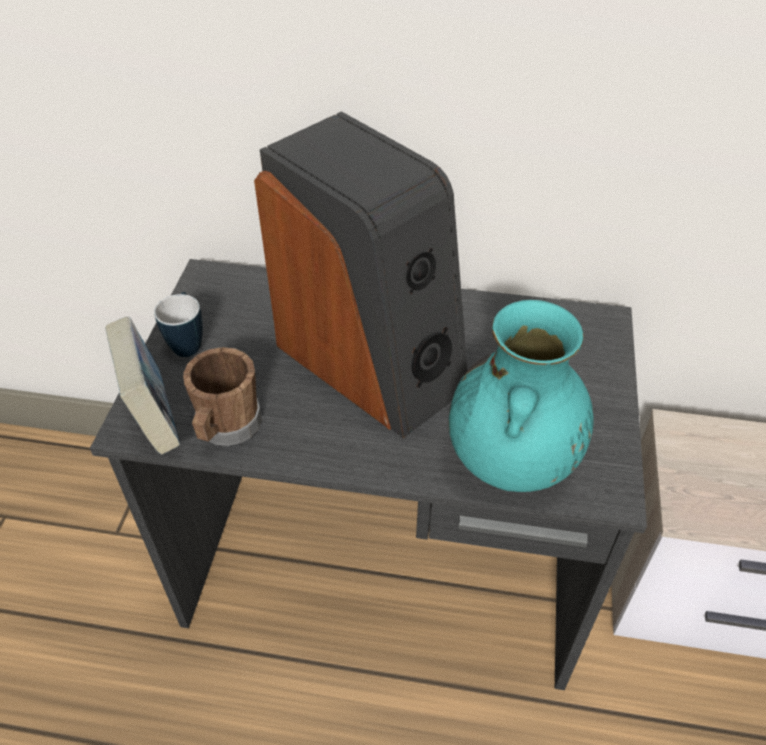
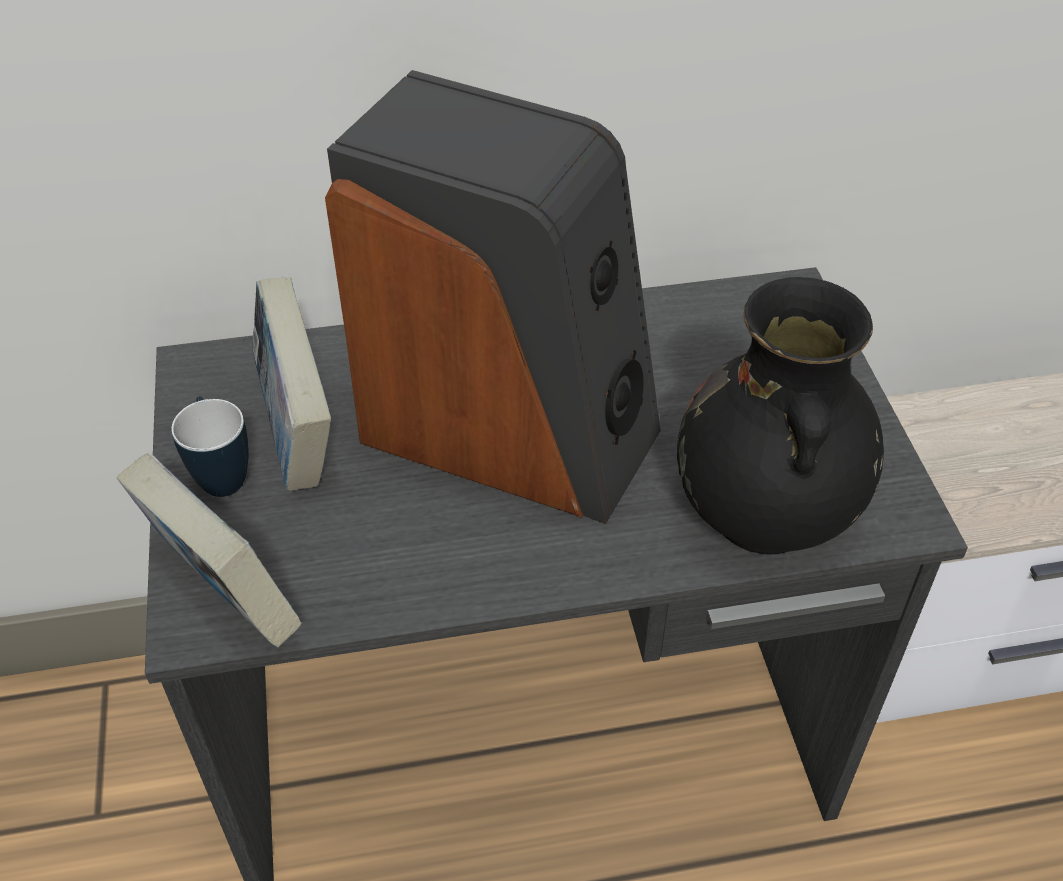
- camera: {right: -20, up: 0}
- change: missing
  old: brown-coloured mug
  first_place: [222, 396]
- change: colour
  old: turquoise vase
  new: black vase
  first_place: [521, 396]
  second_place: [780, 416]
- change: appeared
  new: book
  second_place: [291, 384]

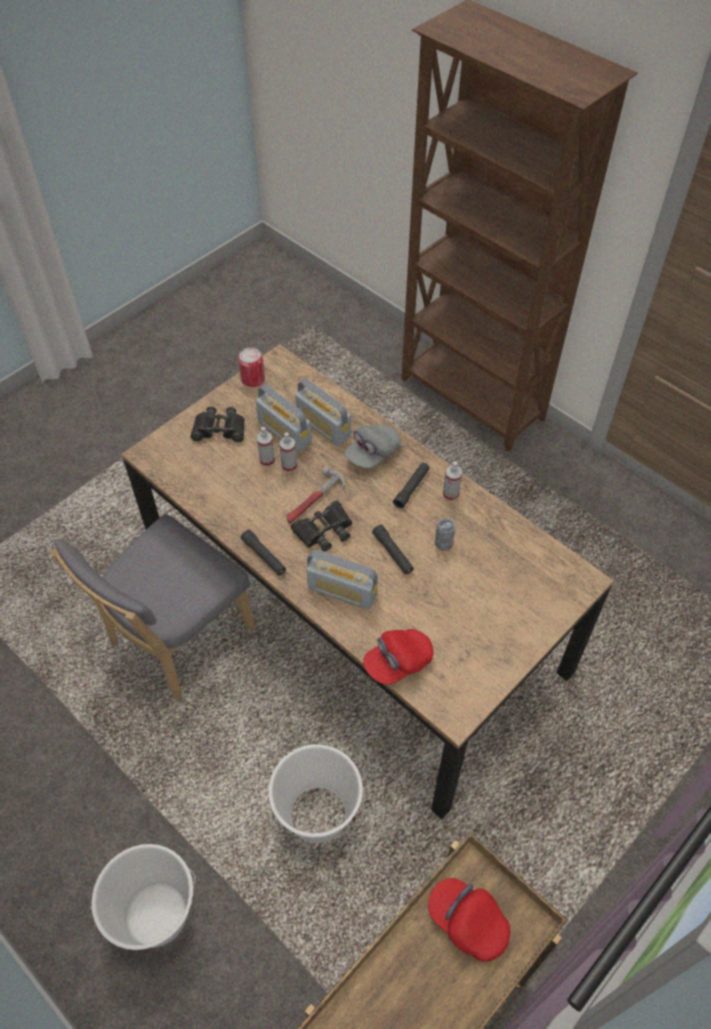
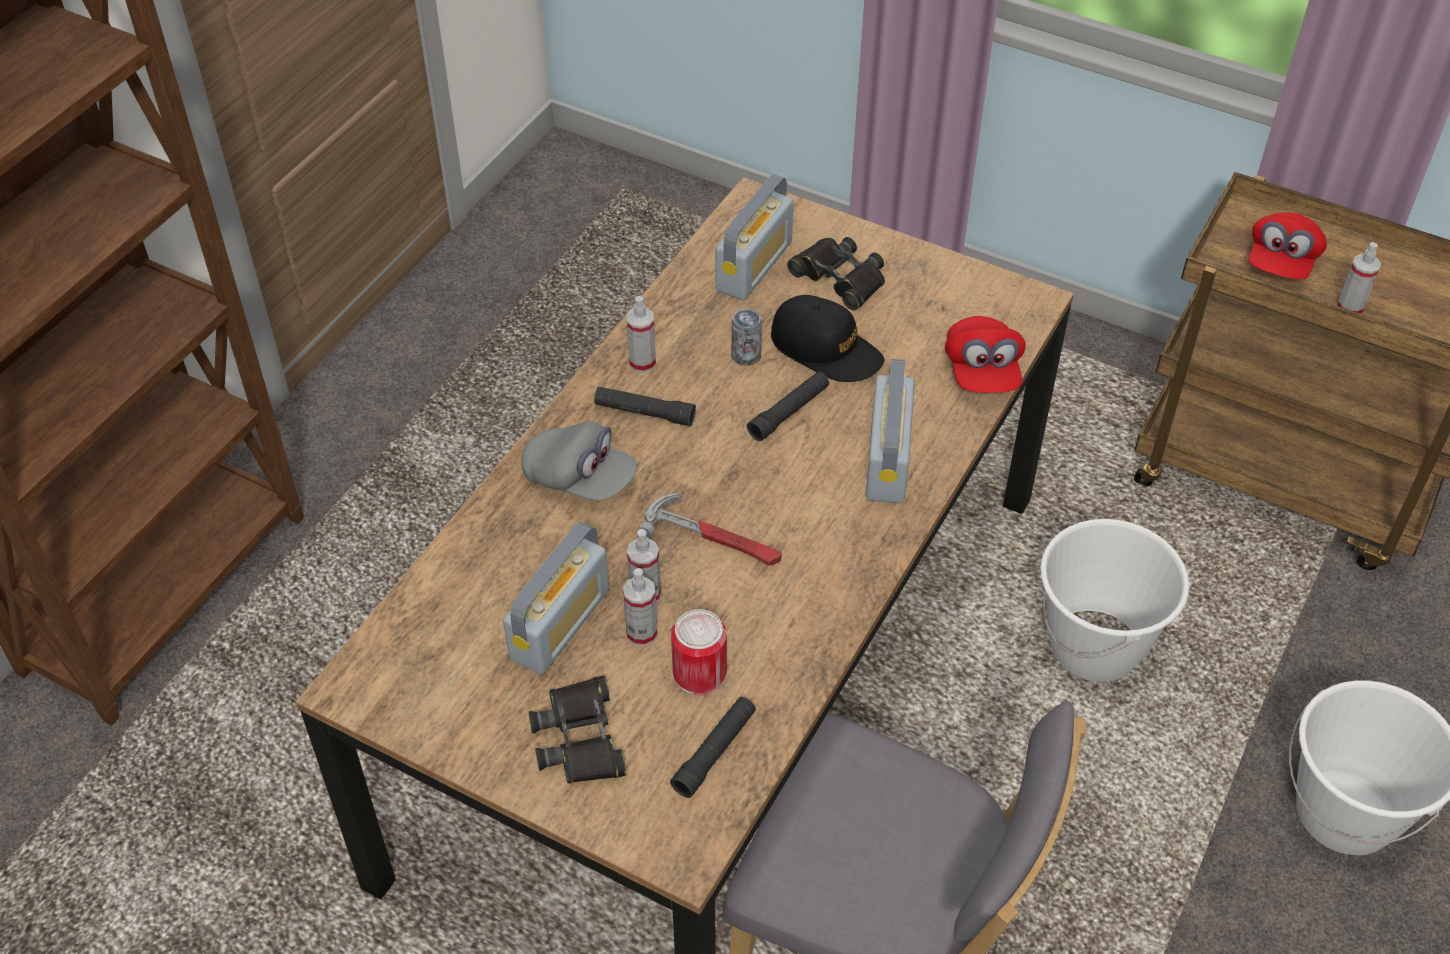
- camera: {right: -105, up: -5}
- change: relocated
  old: sealed can
  first_place: [251, 368]
  second_place: [699, 652]
- change: relocated
  old: black hand torch
  first_place: [263, 553]
  second_place: [713, 747]
- change: relocated
  old: black binoculars
  first_place: [321, 526]
  second_place: [836, 273]
- change: relocated
  old: radio
  first_place: [323, 412]
  second_place: [754, 237]
- change: spun
  old: reddish peaked cap
  first_place: [398, 657]
  second_place: [985, 354]
  degrees: 45
- change: appeared
  new: black peaked cap
  second_place: [827, 338]
- change: appeared
  new: hand sprayer
  second_place: [1359, 278]

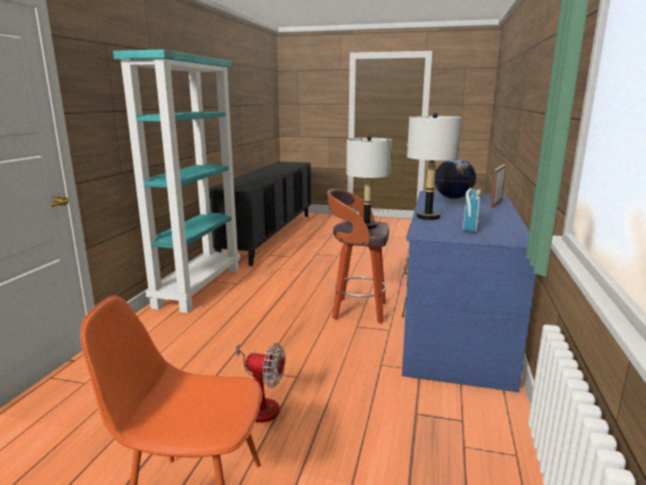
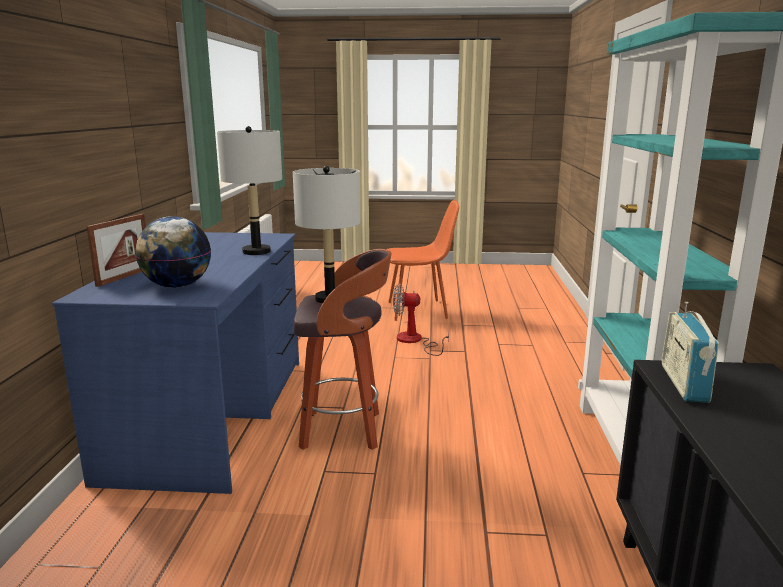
- camera: {right: 170, up: 0}
- change: relocated
  old: radio
  first_place: [472, 210]
  second_place: [690, 352]

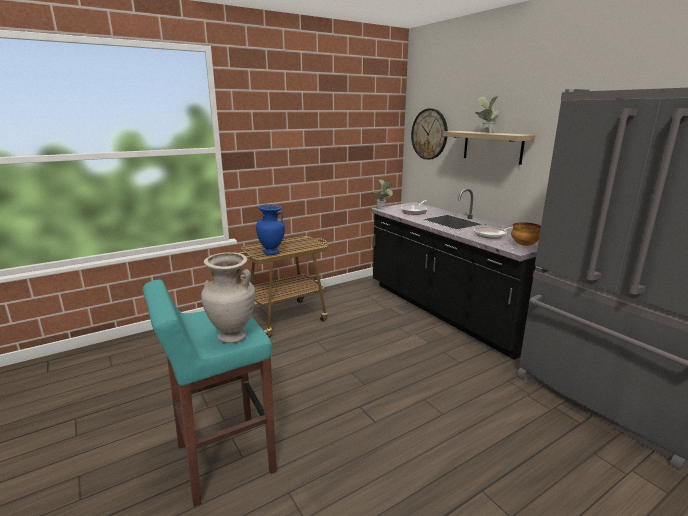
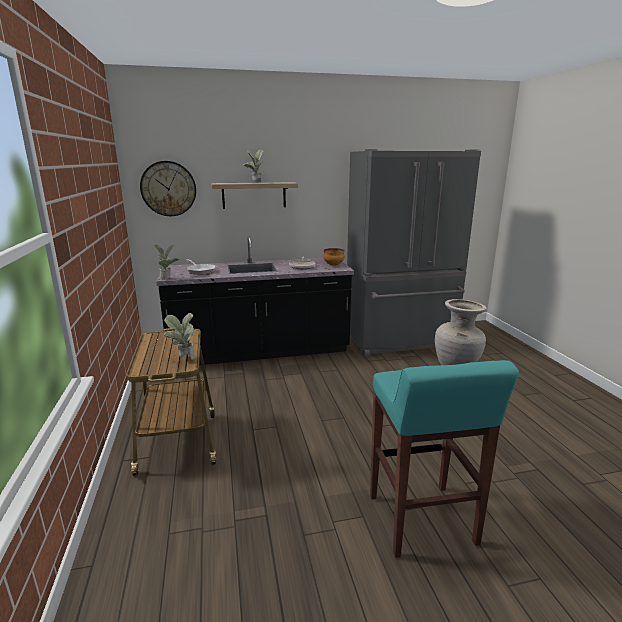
- camera: {right: -70, up: 0}
- change: exchanged
  old: blue vase
  new: houseplant
  first_place: [270, 229]
  second_place: [179, 336]

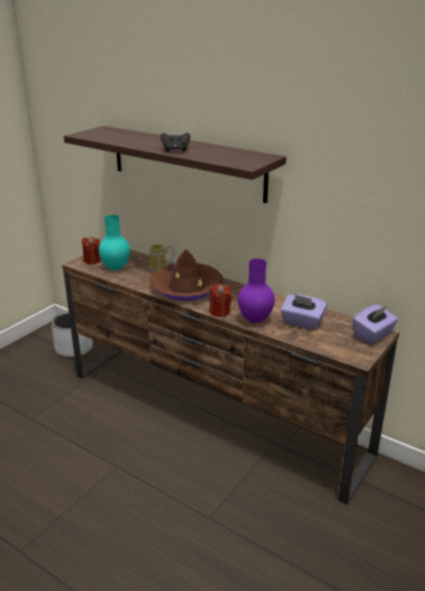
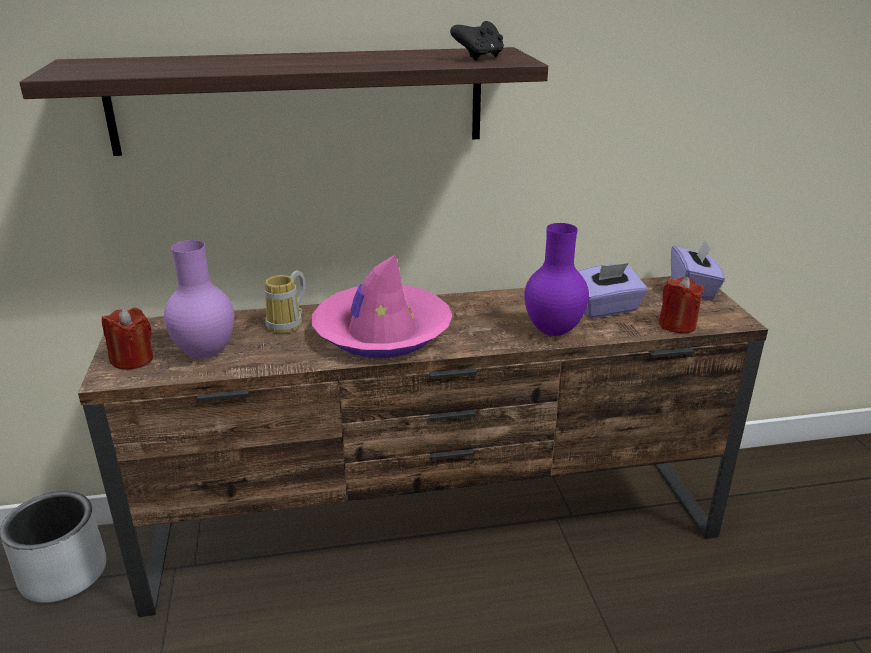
- camera: {right: -45, up: 0}
- change: colour
  old: turquoise vase
  new: purple-coloured vase
  first_place: [114, 242]
  second_place: [199, 299]
- change: colour
  old: brown-coloured wearable hat
  new: pinkish wearable hat
  first_place: [186, 275]
  second_place: [382, 306]
- change: relocated
  old: black gamepad
  first_place: [175, 142]
  second_place: [477, 41]
- change: relocated
  old: reddish wax light
  first_place: [220, 300]
  second_place: [681, 305]

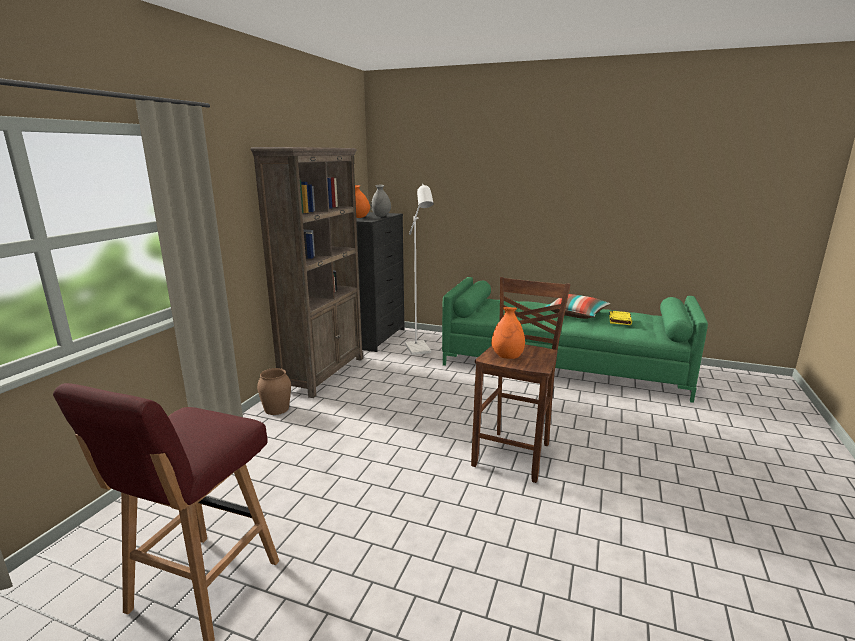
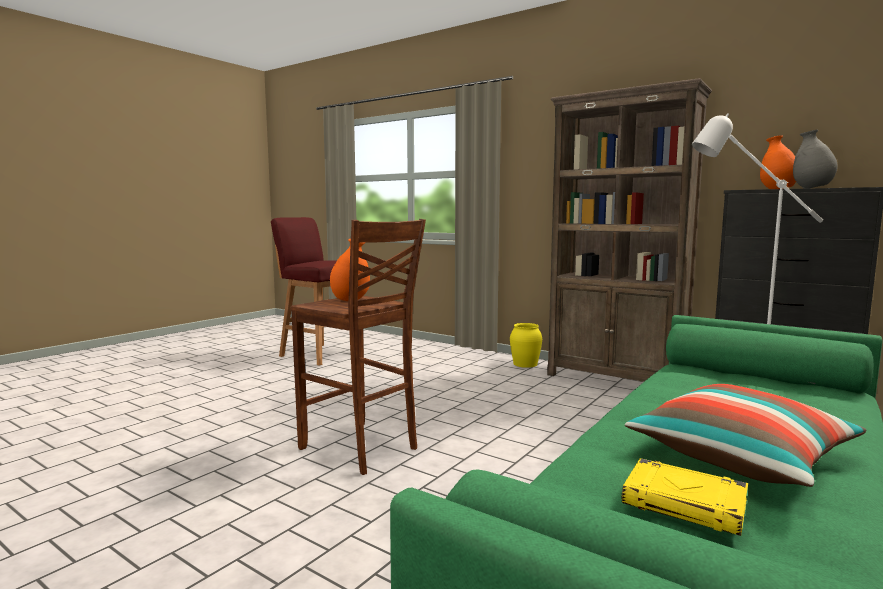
- camera: {right: 105, up: -10}
- change: colour
  old: brown-coloured vase
  new: yellow vase
  first_place: [274, 391]
  second_place: [526, 345]

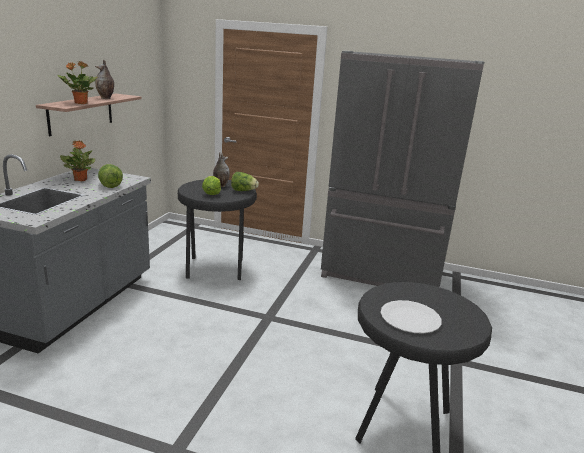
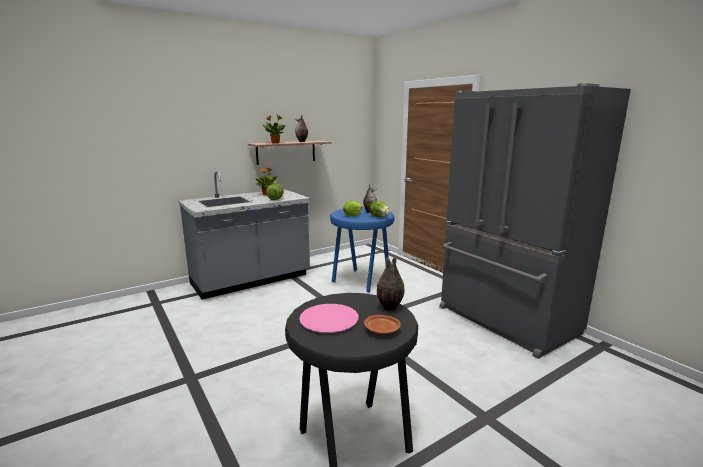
- camera: {right: 40, up: -5}
- change: colour
  old: black sitting stool
  new: blue sitting stool
  first_place: [217, 230]
  second_place: [362, 250]
- change: colour
  old: white flat dish
  new: pinkish flat dish
  first_place: [411, 317]
  second_place: [328, 318]
- change: appeared
  new: brown-coloured flat dish
  second_place: [382, 324]
- change: appeared
  new: vase
  second_place: [390, 283]

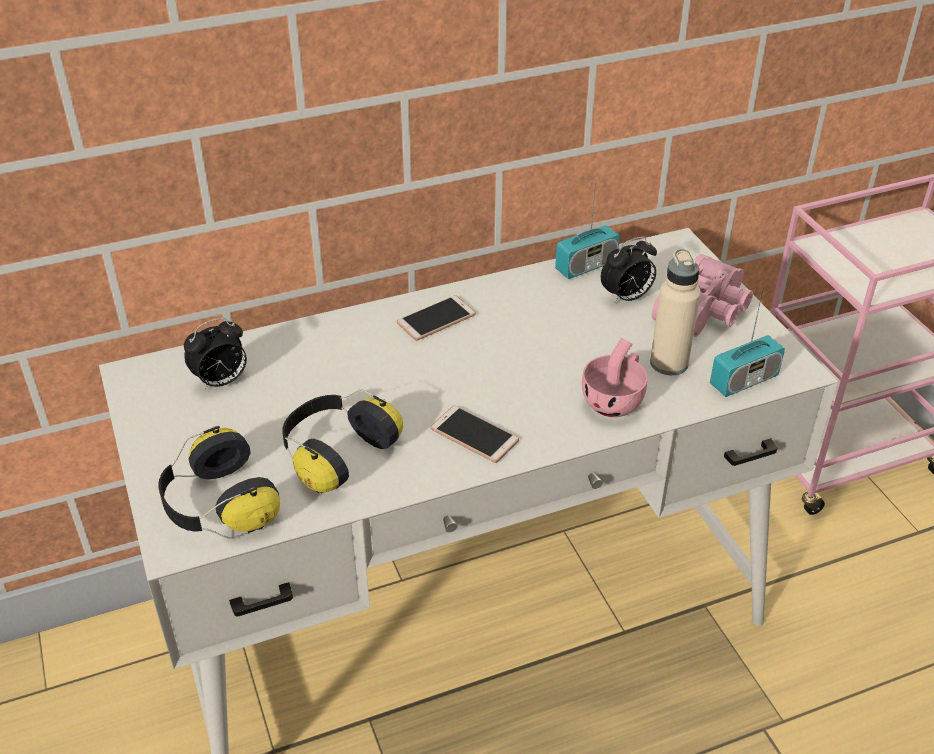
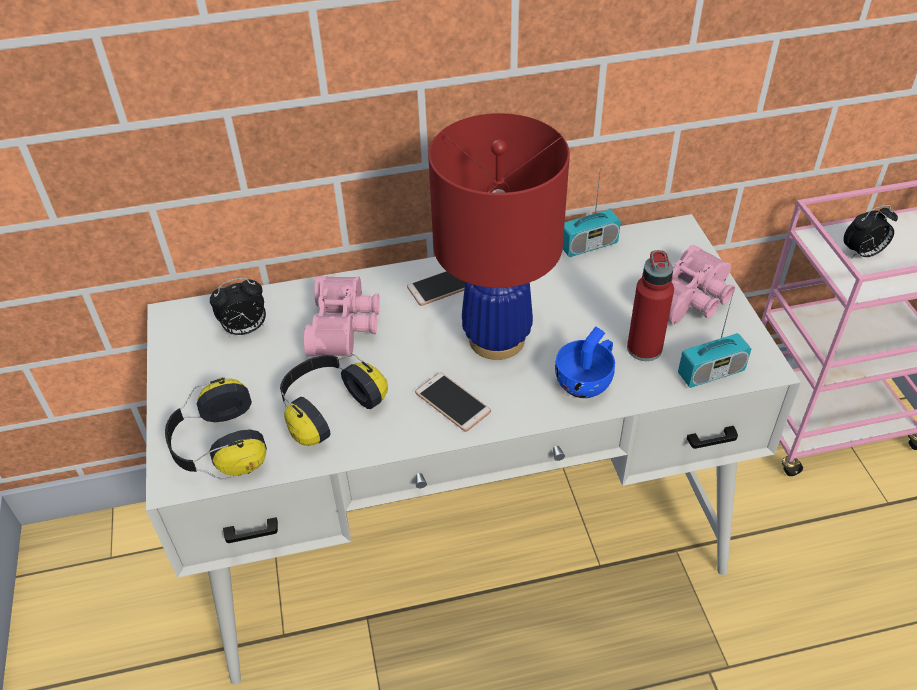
- camera: {right: 10, up: 5}
- change: colour
  old: pinkish cup
  new: blue cup
  first_place: [615, 377]
  second_place: [585, 362]
- change: relocated
  old: bedside clock
  first_place: [629, 270]
  second_place: [870, 232]
- change: colour
  old: sand-coloured beverage bottle
  new: reddish beverage bottle
  first_place: [675, 312]
  second_place: [650, 305]
- change: appeared
  new: pinkish binoculars
  second_place: [342, 316]
- change: appeared
  new: reddish table lamp
  second_place: [499, 236]

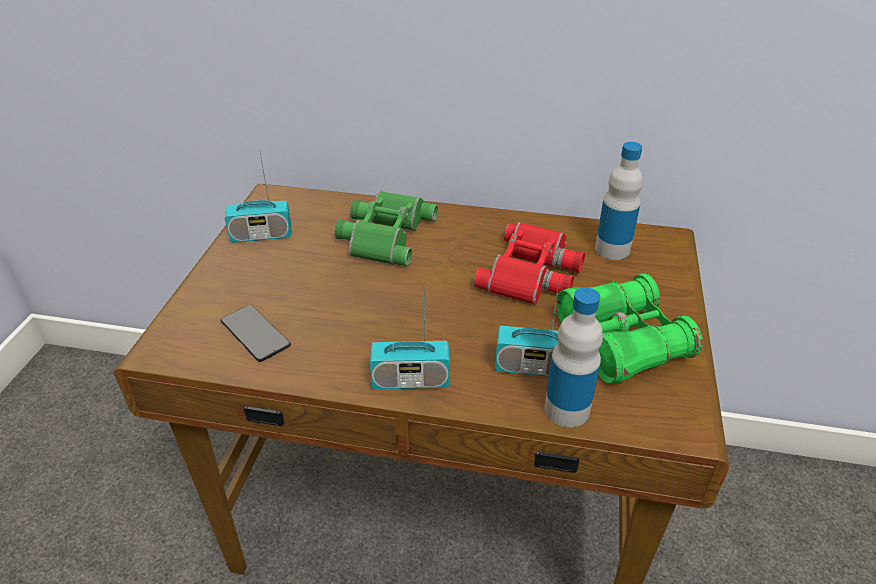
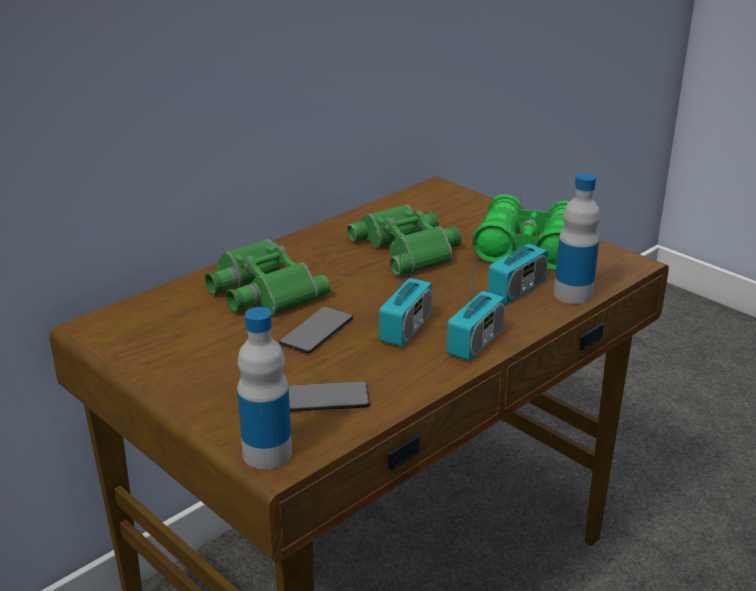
- camera: {right: -55, up: -10}
- change: relocated
  old: radio
  first_place: [258, 196]
  second_place: [405, 285]
- change: colour
  old: reddish binoculars
  new: green binoculars
  first_place: [529, 263]
  second_place: [404, 240]
- change: relocated
  old: beverage bottle
  first_place: [619, 201]
  second_place: [264, 388]
- change: appeared
  new: phone
  second_place: [316, 330]

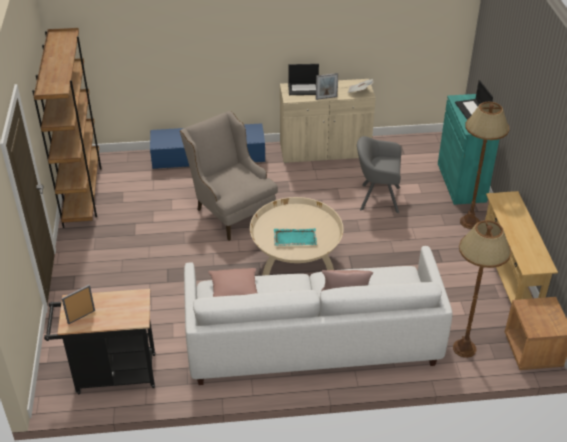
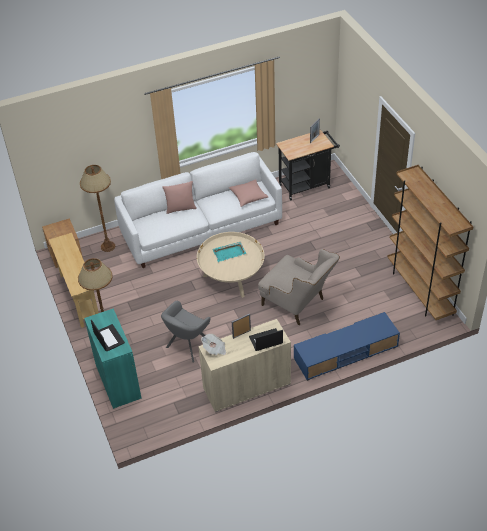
- camera: {right: 165, up: 5}
- change: spun
  old: greyish lounge chair
  first_place: [379, 174]
  second_place: [186, 332]
  degrees: 135

